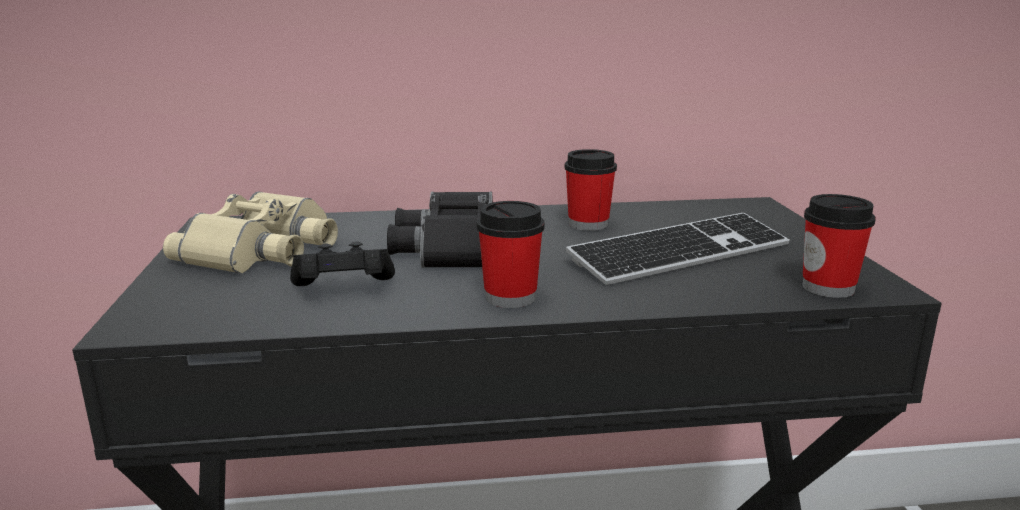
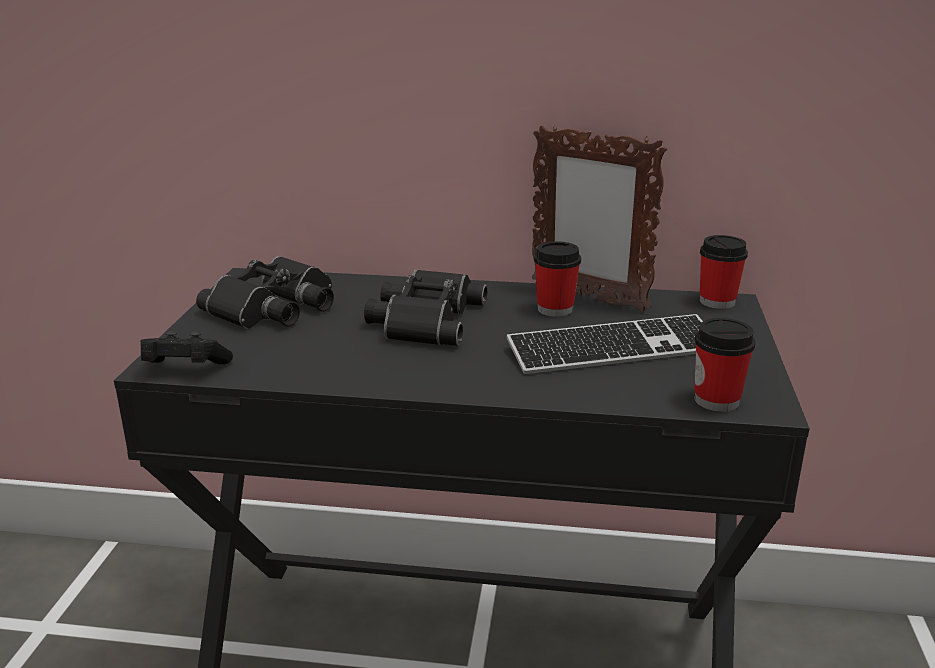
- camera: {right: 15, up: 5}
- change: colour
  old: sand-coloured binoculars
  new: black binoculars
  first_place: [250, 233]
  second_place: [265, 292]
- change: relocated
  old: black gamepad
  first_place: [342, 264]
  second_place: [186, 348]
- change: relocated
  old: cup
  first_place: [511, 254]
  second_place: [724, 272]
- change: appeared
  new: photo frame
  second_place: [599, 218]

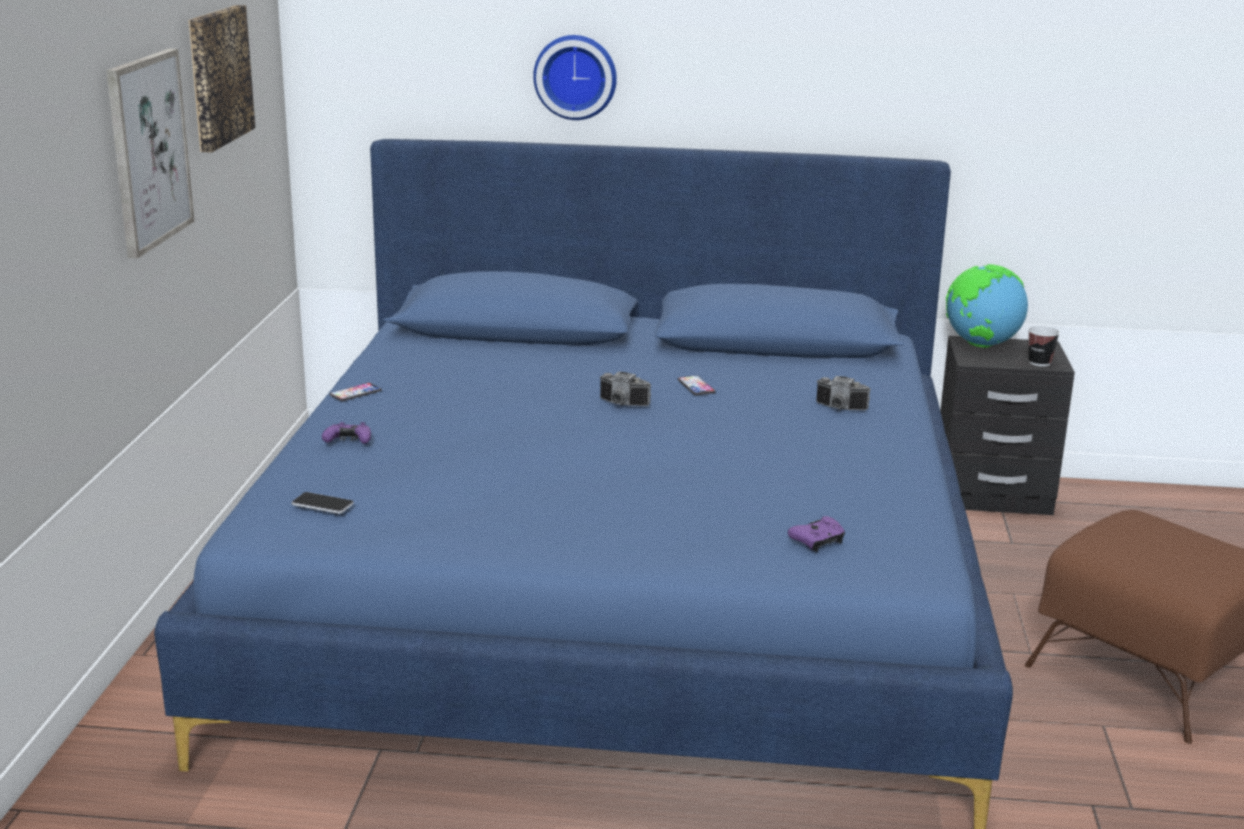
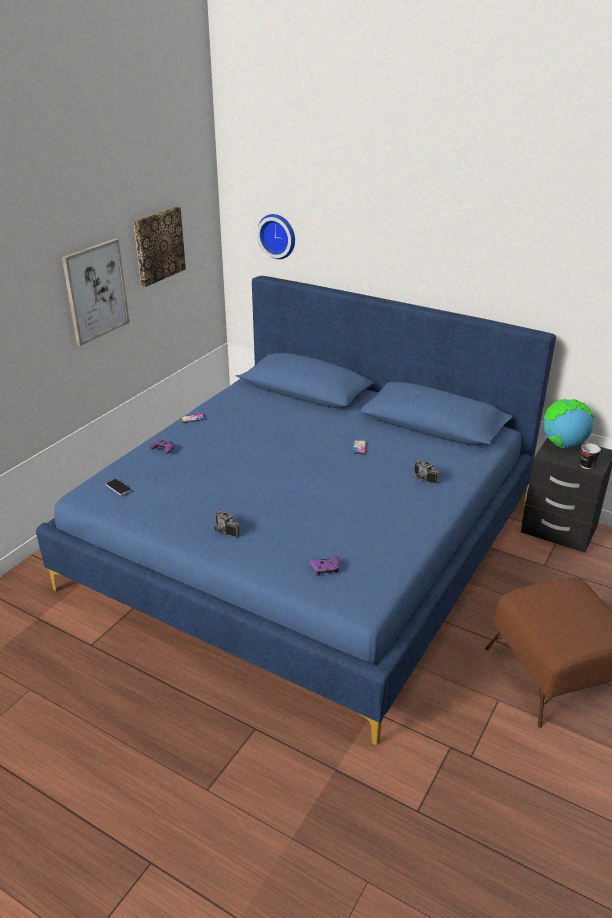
- camera: {right: 25, up: 10}
- change: relocated
  old: hanging clock
  first_place: [575, 77]
  second_place: [276, 236]
- change: relocated
  old: still camera
  first_place: [625, 388]
  second_place: [227, 523]

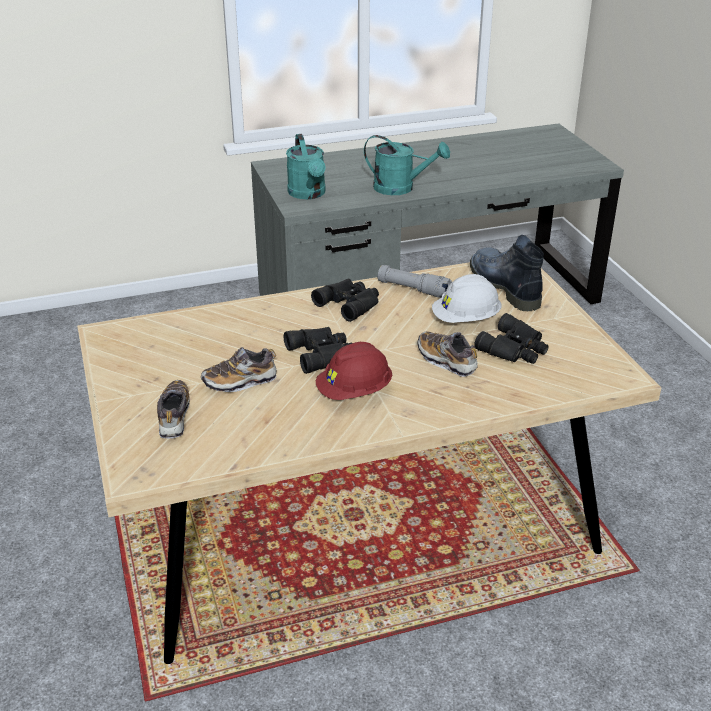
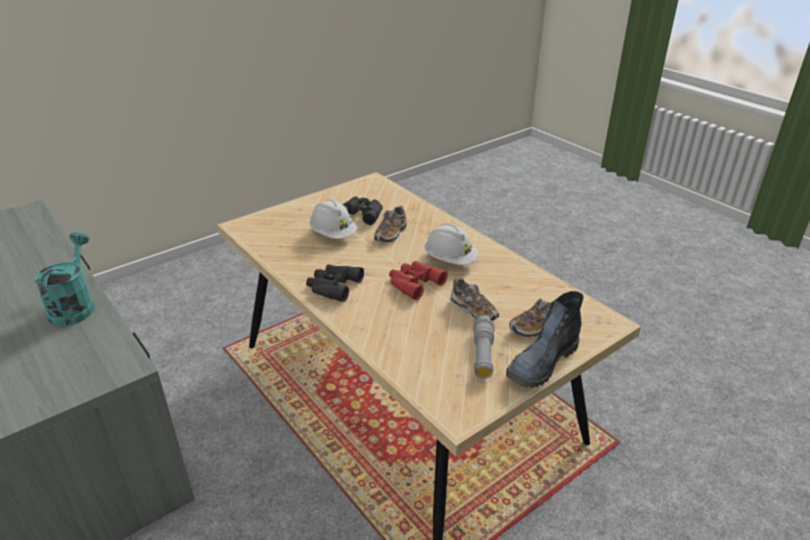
- camera: {right: -110, up: 0}
- change: colour
  old: black binoculars
  new: reddish binoculars
  first_place: [318, 350]
  second_place: [418, 280]
- change: missing
  old: turquoise watering can
  first_place: [306, 166]
- change: colour
  old: reddish work helmet
  new: white work helmet
  first_place: [354, 371]
  second_place: [452, 244]
- change: relocated
  old: greyish hand torch
  first_place: [415, 281]
  second_place: [483, 347]
- change: relocated
  old: tall boot
  first_place: [507, 273]
  second_place: [544, 339]

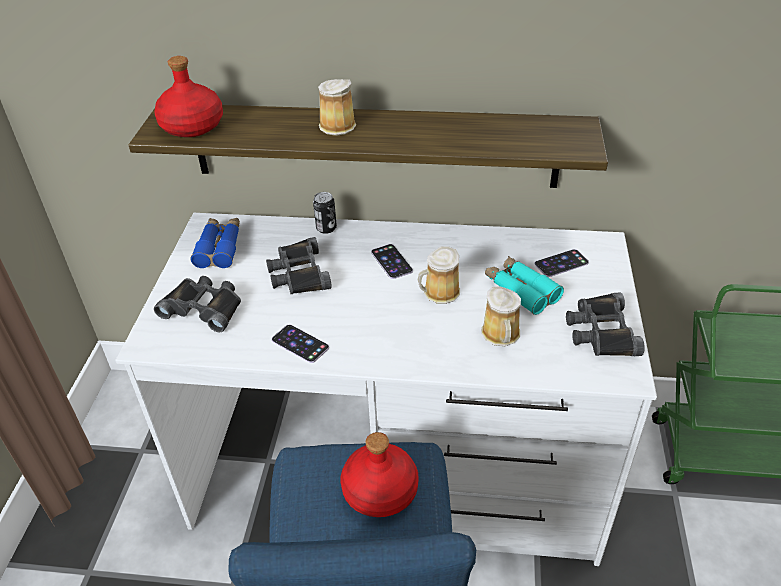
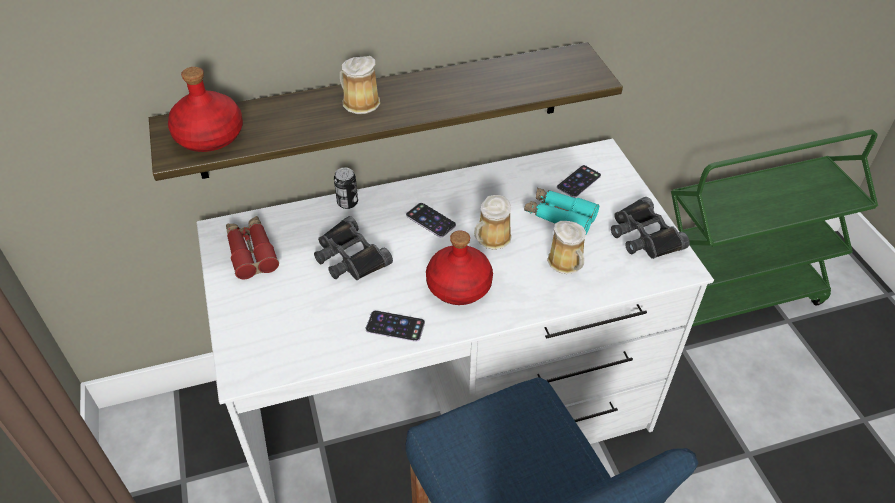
- camera: {right: -25, up: 5}
- change: missing
  old: black binoculars
  first_place: [197, 304]
- change: colour
  old: blue binoculars
  new: reddish binoculars
  first_place: [215, 243]
  second_place: [252, 247]
- change: relocated
  old: reddish beverage bottle
  first_place: [380, 474]
  second_place: [459, 267]

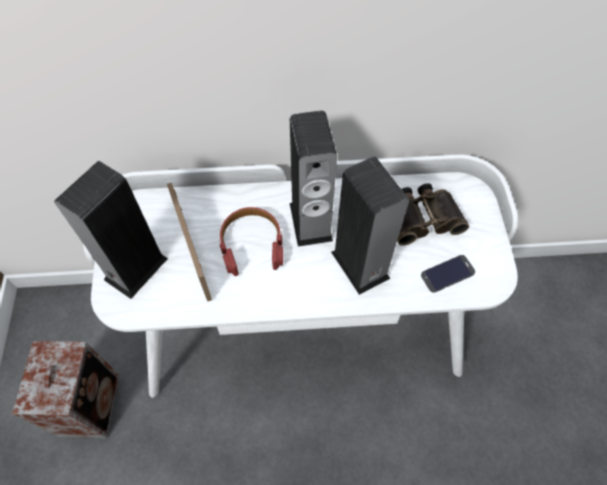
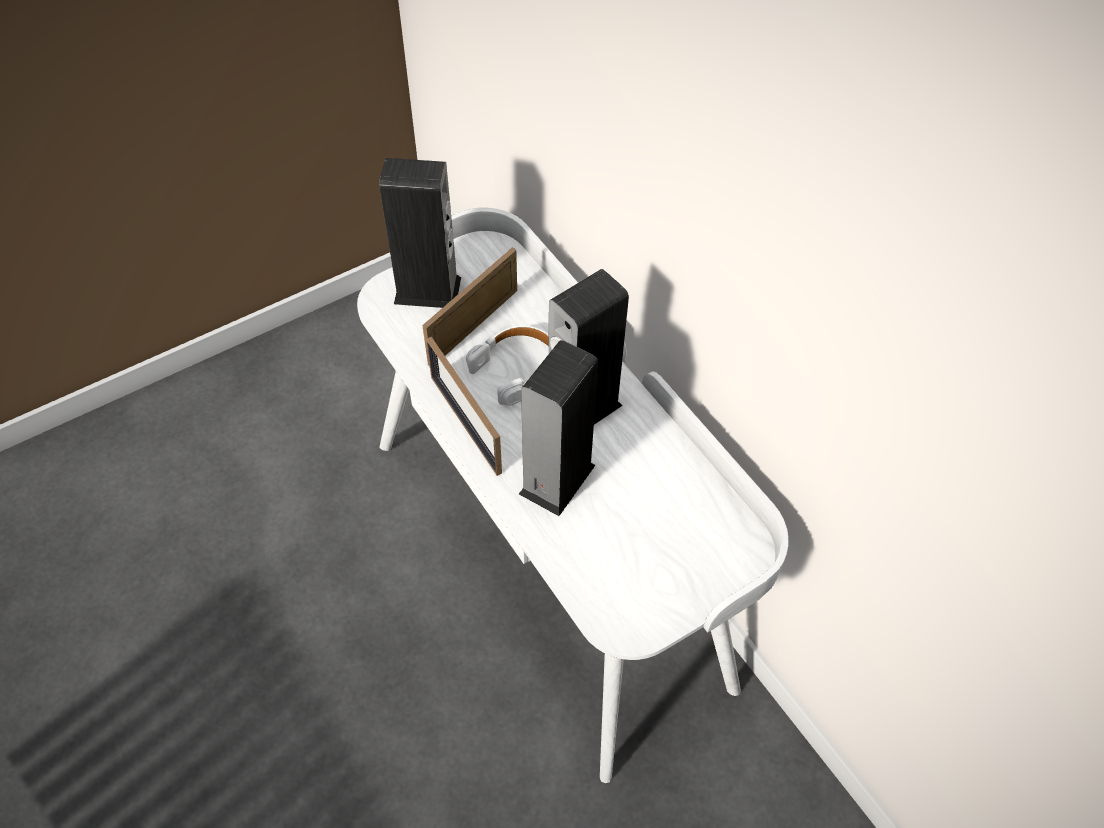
- camera: {right: 60, up: -5}
- change: missing
  old: audio speaker
  first_place: [65, 389]
- change: colour
  old: reddish headphones
  new: white headphones
  first_place: [251, 241]
  second_place: [507, 366]
- change: missing
  old: binoculars
  first_place: [433, 214]
- change: missing
  old: phone
  first_place: [448, 273]
- change: appeared
  new: photo frame
  second_place: [464, 406]

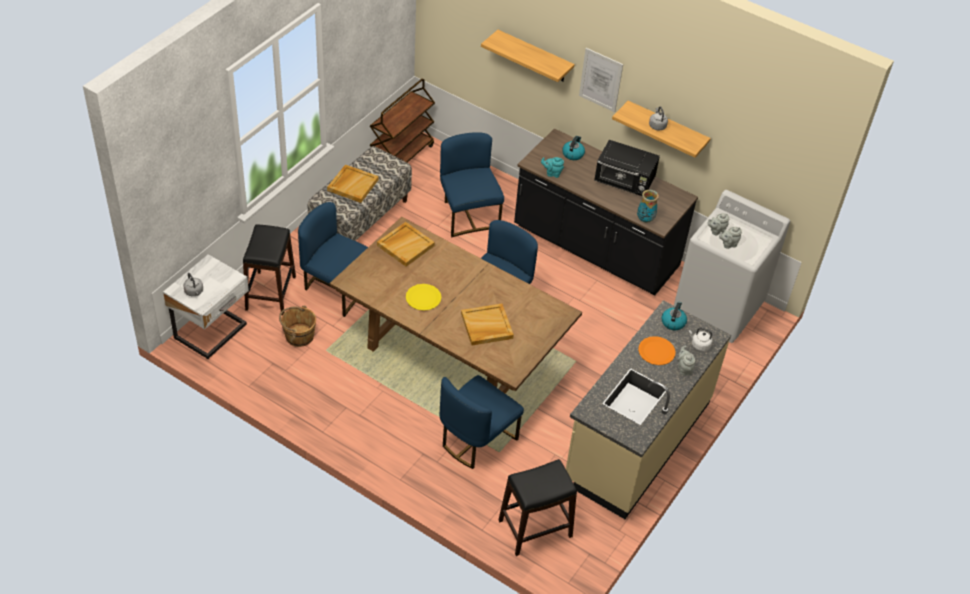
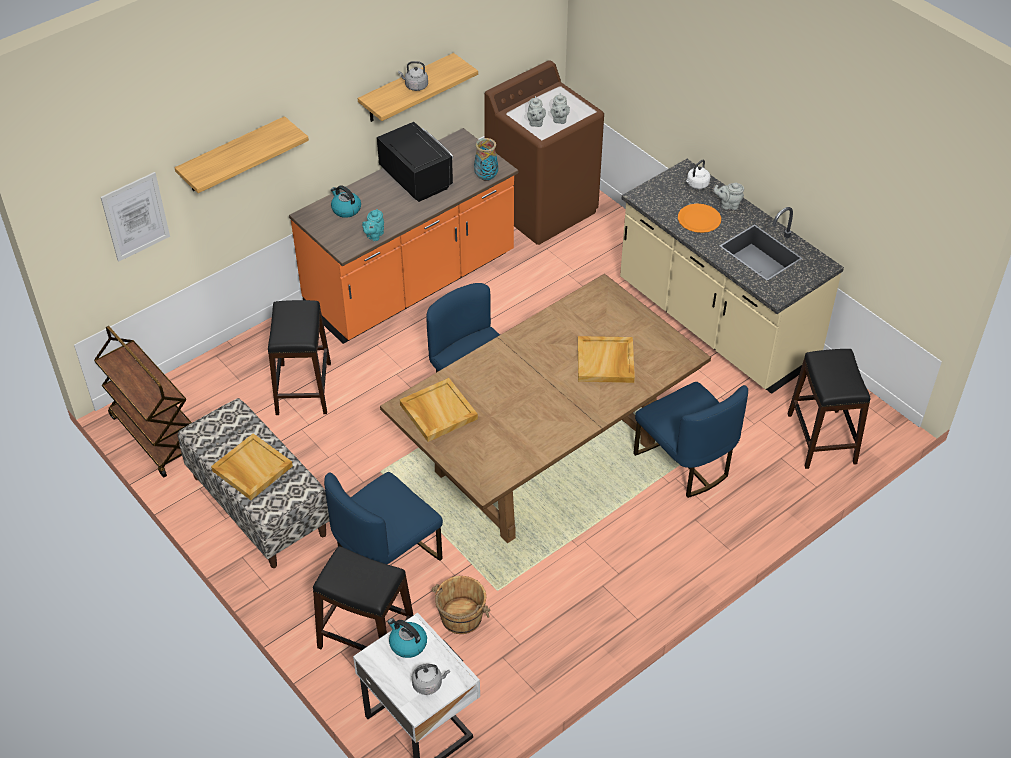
- camera: {right: -70, up: 0}
- change: missing
  old: yellow flat dish
  first_place: [423, 297]
- change: exchanged
  old: blue upright chair
  new: black sitting stool
  first_place: [472, 184]
  second_place: [299, 357]
- change: colour
  old: black counter
  new: orange-coloured counter
  first_place: [606, 211]
  second_place: [403, 236]
- change: relocated
  old: wall picture
  first_place: [601, 80]
  second_place: [135, 217]
- change: spun
  old: black microwave
  first_place: [627, 168]
  second_place: [415, 162]
  degrees: -75
- change: relocated
  old: tea kettle
  first_place: [674, 316]
  second_place: [407, 638]
- change: colour
  old: white laundry appliance
  new: brown-coloured laundry appliance
  first_place: [732, 266]
  second_place: [544, 152]

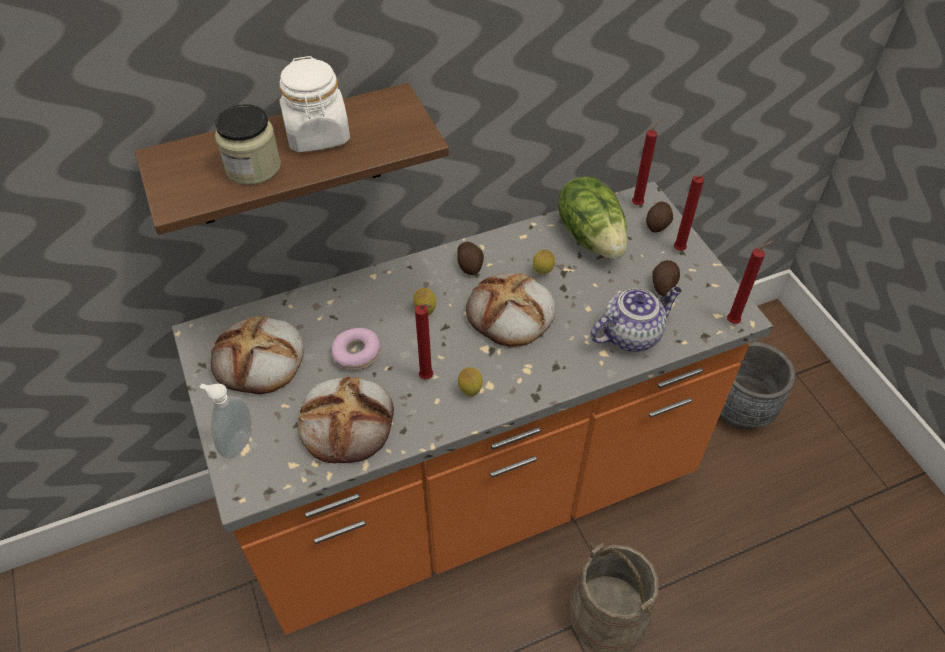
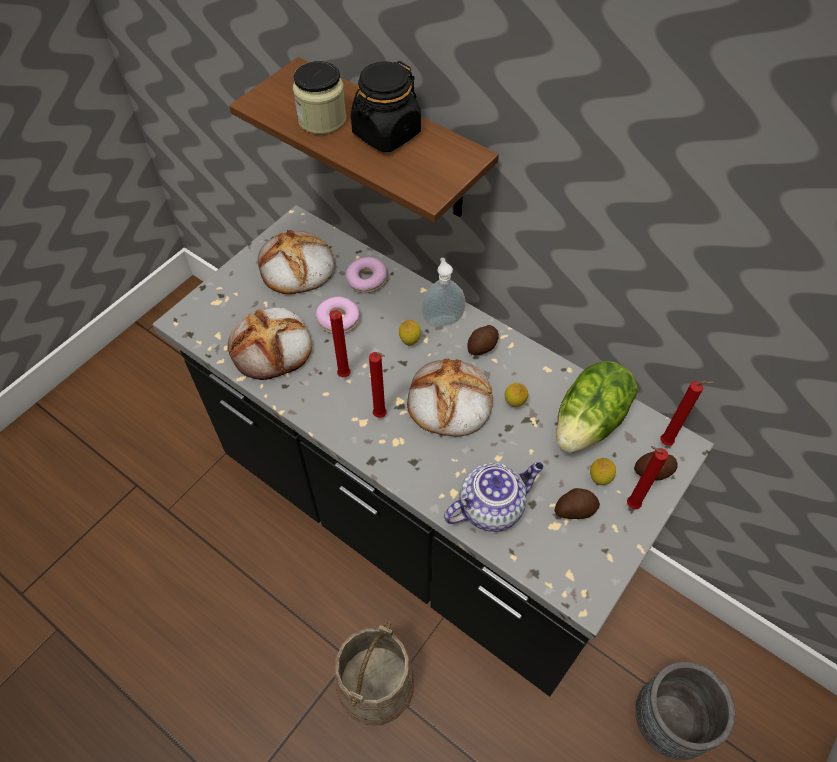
- camera: {right: 60, up: 5}
- change: colour
  old: orange-coloured counter
  new: black counter
  first_place: [472, 408]
  second_place: [433, 450]
- change: relocated
  old: soap bottle
  first_place: [226, 421]
  second_place: [443, 292]
- change: colour
  old: white storage jar
  new: black storage jar
  first_place: [314, 104]
  second_place: [386, 106]
- change: relocated
  old: citrus fruit
  first_place: [470, 382]
  second_place: [603, 471]
- change: spun
  old: tea pot
  first_place: [636, 319]
  second_place: [494, 497]
  degrees: -60
- change: relocated
  old: reddish wax light
  first_place: [750, 282]
  second_place: [378, 385]
- change: appeared
  new: doughnut
  second_place: [366, 275]

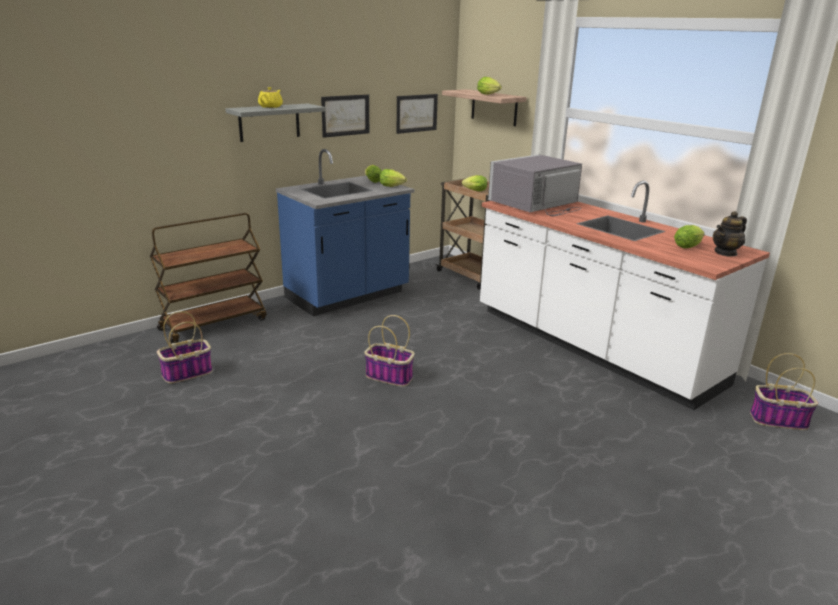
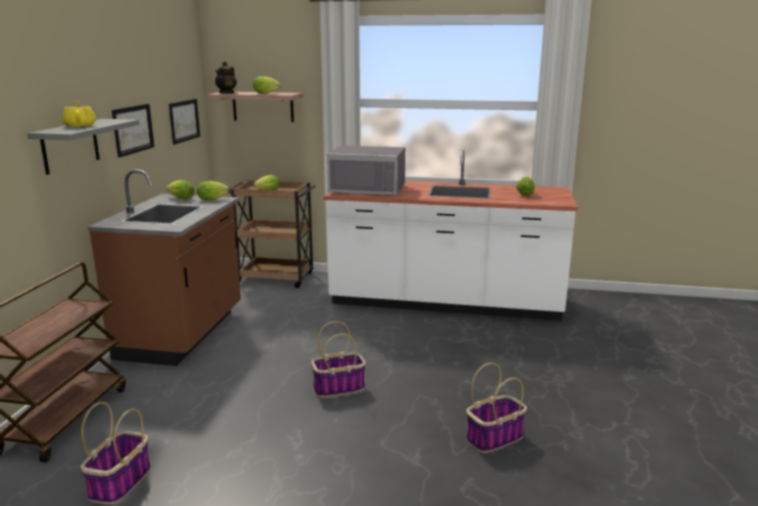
- camera: {right: -40, up: -5}
- change: colour
  old: blue counter
  new: brown-coloured counter
  first_place: [345, 232]
  second_place: [164, 267]
- change: spun
  old: greyish microwave
  first_place: [535, 185]
  second_place: [366, 170]
  degrees: -90
- change: relocated
  old: tea pot
  first_place: [730, 234]
  second_place: [226, 77]
- change: relocated
  old: household basket
  first_place: [784, 391]
  second_place: [496, 408]

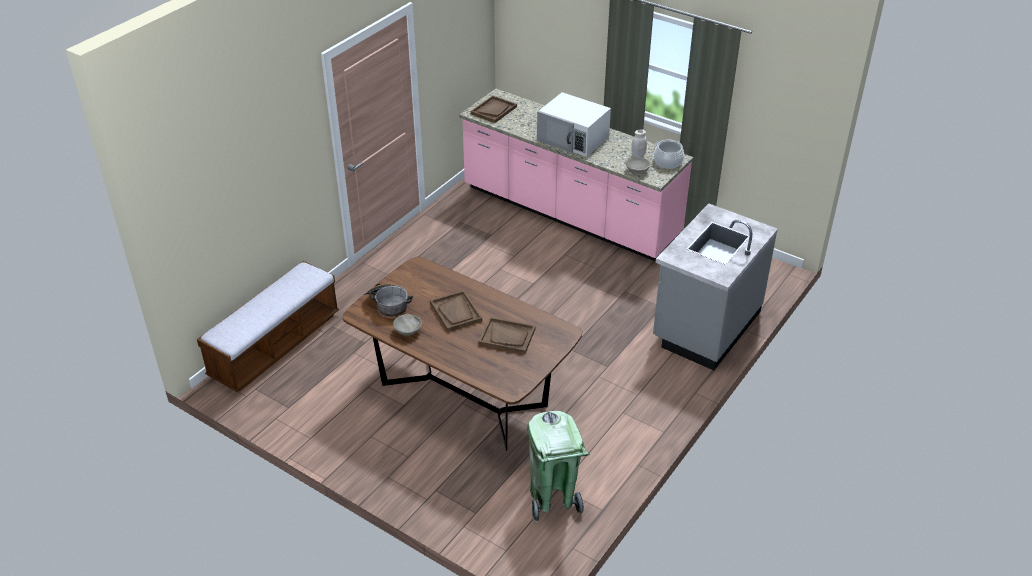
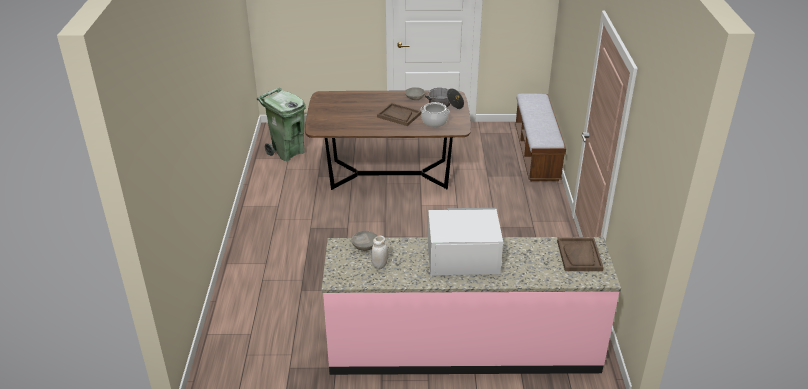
- camera: {right: 145, up: -5}
- change: missing
  old: brown-coloured serving tray
  first_place: [507, 335]
- change: missing
  old: greyish counter
  first_place: [715, 286]
- change: relocated
  old: cooking pot
  first_place: [669, 154]
  second_place: [435, 114]

